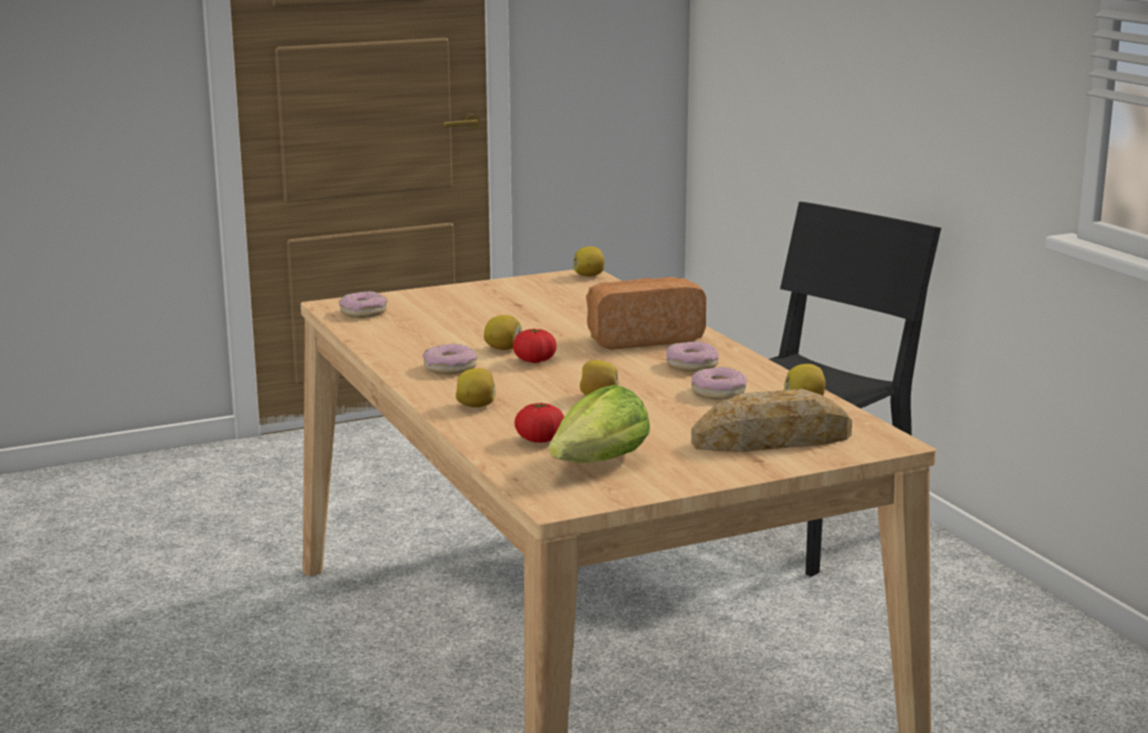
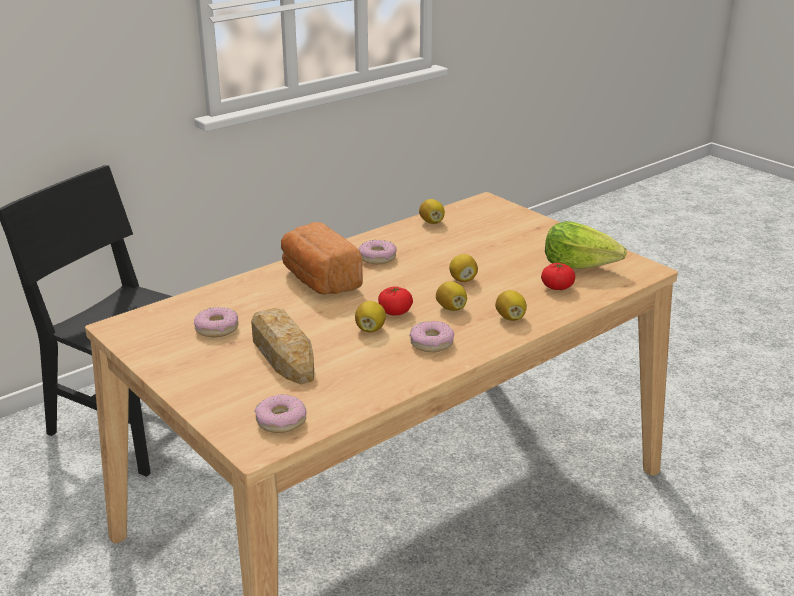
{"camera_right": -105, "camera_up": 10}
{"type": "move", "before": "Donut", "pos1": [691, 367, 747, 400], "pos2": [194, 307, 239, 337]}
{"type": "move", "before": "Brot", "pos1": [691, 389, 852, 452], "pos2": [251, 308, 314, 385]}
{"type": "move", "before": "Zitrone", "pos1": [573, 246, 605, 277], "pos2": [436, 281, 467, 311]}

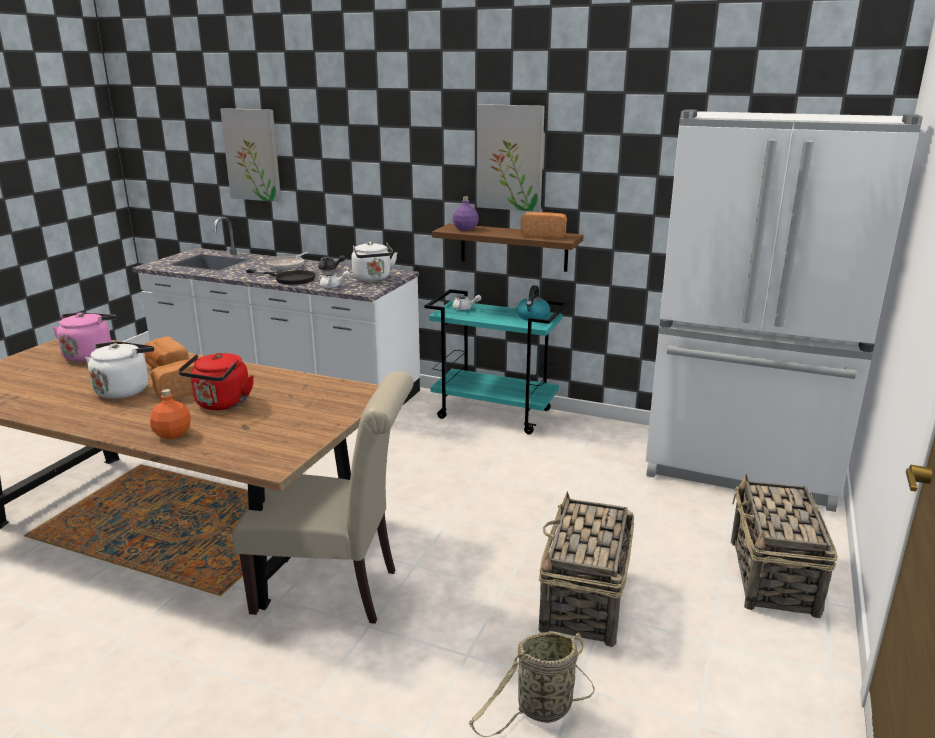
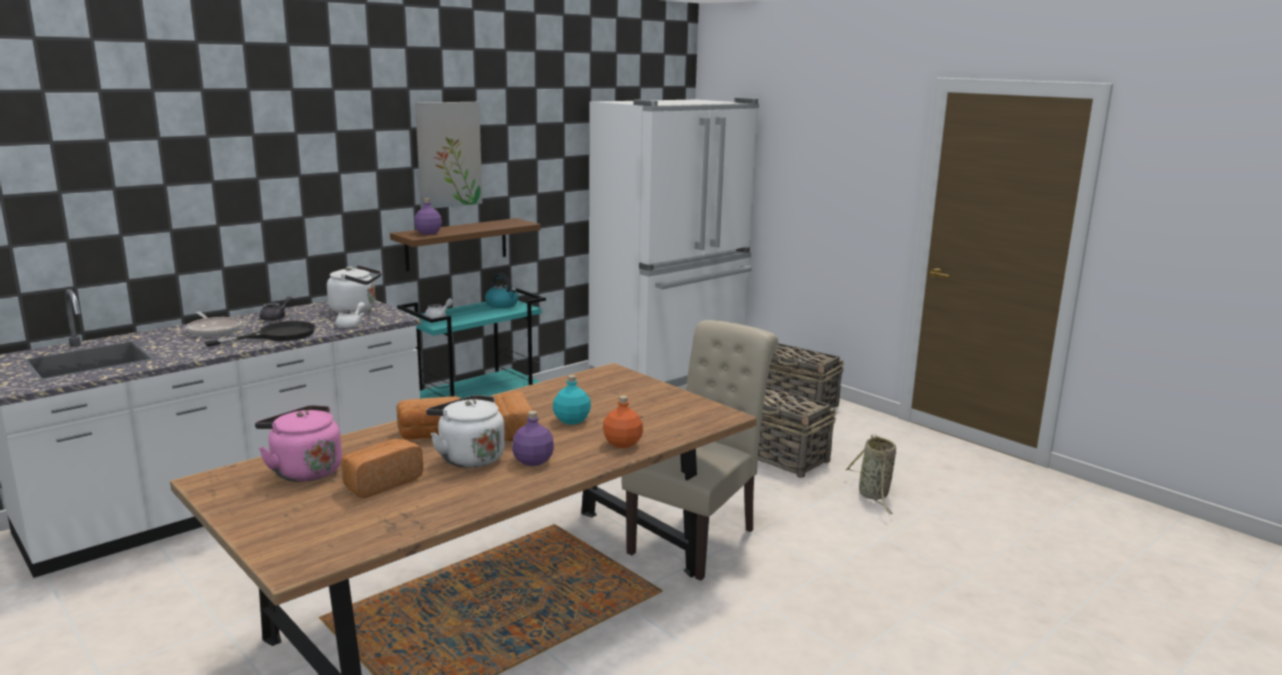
{"camera_right": -65, "camera_up": -5}
{"type": "move", "before": "Brot", "pos1": [520, 212, 567, 239], "pos2": [340, 439, 423, 498]}
{"type": "insert", "after": "Flasche (lila)", "pos2": [512, 411, 554, 466]}
{"type": "replace", "before": "Wasserkessel (rot)", "after": "Flasche (türkis)", "pos1": [178, 353, 254, 410], "pos2": [553, 375, 591, 425]}
{"type": "delete", "before": "Bild", "pos1": [220, 108, 281, 202]}

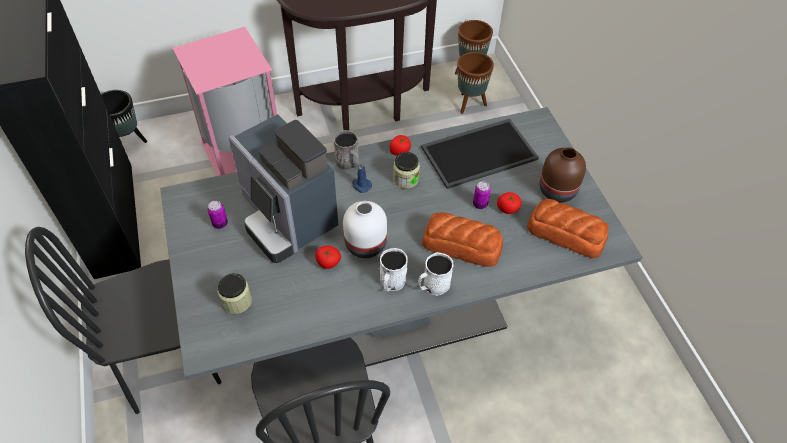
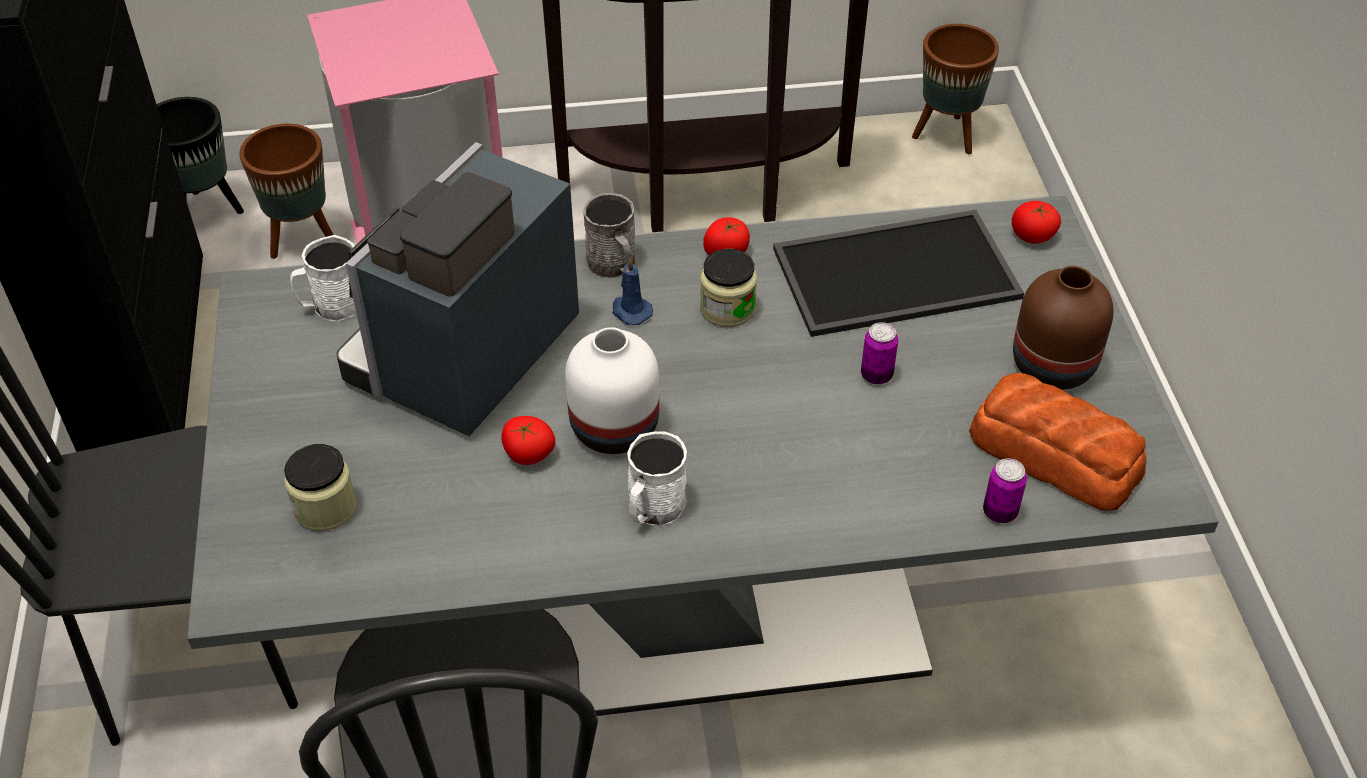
{"camera_right": 10, "camera_up": -5}
{"type": "move", "before": "Pflanzkübel (braun)", "pos1": [457, 52, 494, 114], "pos2": [239, 124, 334, 259]}
{"type": "move", "before": "Henkelbecher (weiß)", "pos1": [418, 252, 453, 296], "pos2": [290, 235, 357, 322]}
{"type": "rotate", "before": "Kaffeemaschine", "pos1": [229, 114, 338, 263], "pos2": [336, 142, 579, 436], "turn": 60}
{"type": "move", "before": "Dose", "pos1": [208, 201, 228, 229], "pos2": [983, 458, 1027, 523]}
{"type": "move", "before": "Tomate", "pos1": [497, 192, 522, 214], "pos2": [1012, 201, 1061, 244]}
{"type": "delete", "before": "Brot", "pos1": [422, 212, 503, 267]}

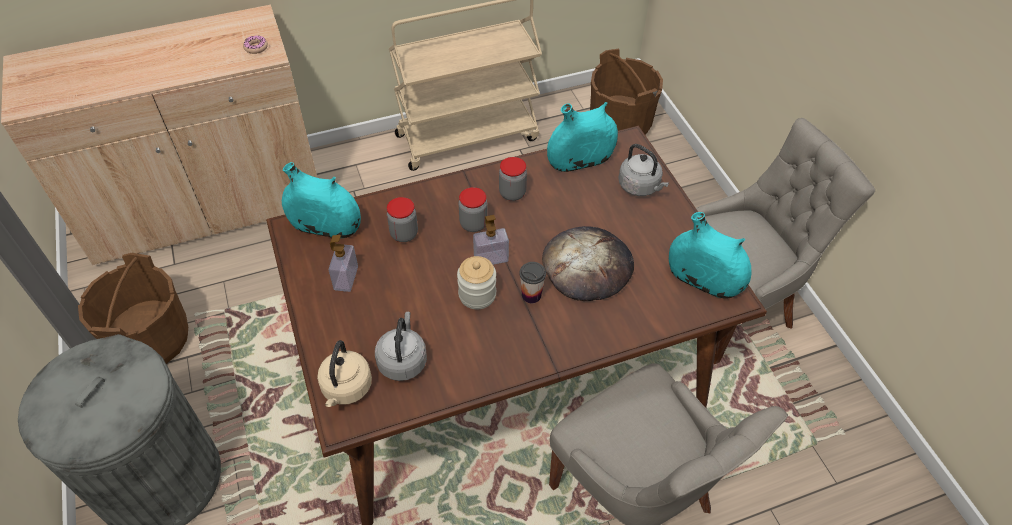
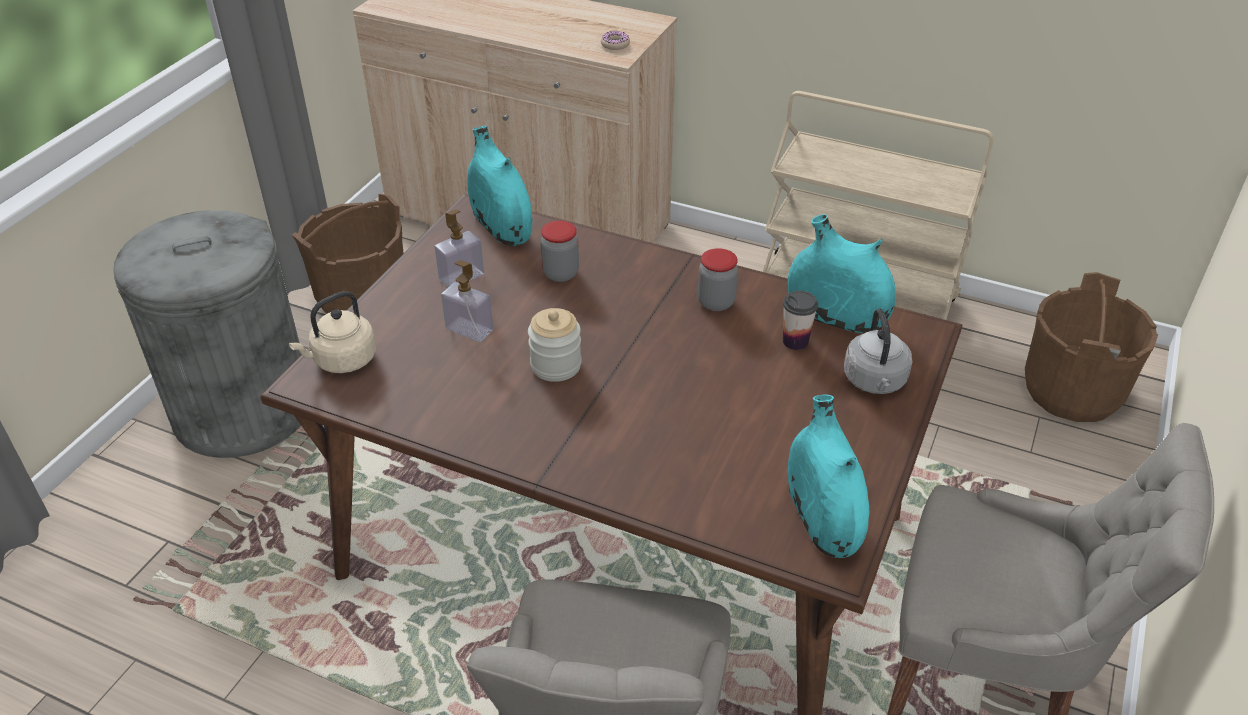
{"camera_right": 45, "camera_up": -10}
{"type": "move", "before": "Seifenspender", "pos1": [473, 215, 509, 265], "pos2": [441, 260, 493, 342]}
{"type": "move", "before": "Tasse", "pos1": [519, 262, 546, 303], "pos2": [783, 290, 818, 350]}
{"type": "delete", "before": "Wasserkessel (grau)", "pos1": [375, 312, 427, 381]}
{"type": "delete", "before": "Vorratsglas", "pos1": [459, 187, 488, 232]}
{"type": "delete", "before": "Brot", "pos1": [542, 226, 634, 301]}

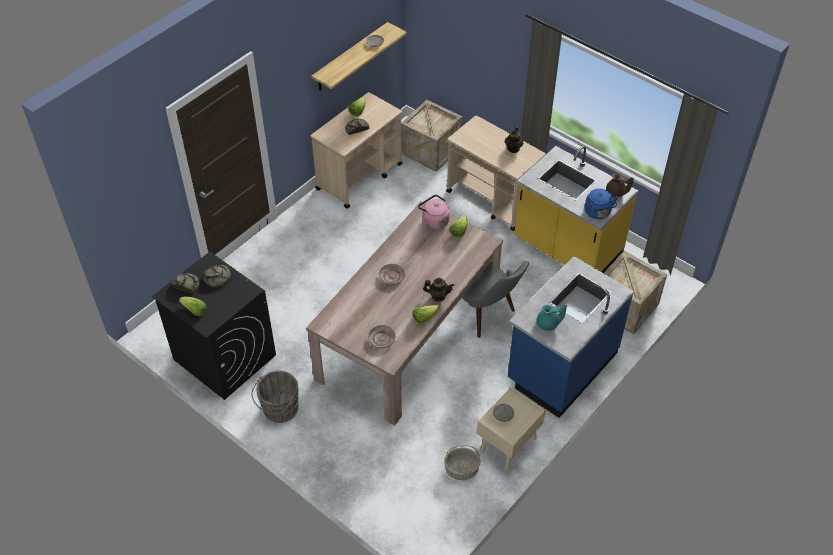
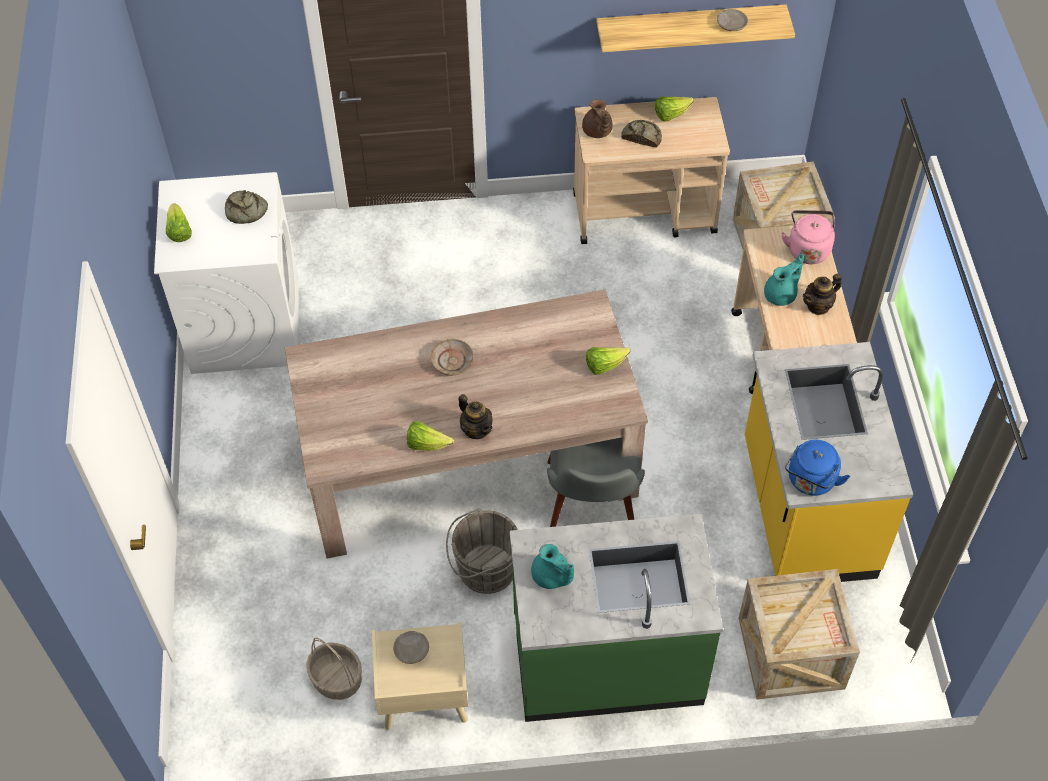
{"camera_right": 45, "camera_up": 5}
{"type": "recolor", "before": "Waschmaschine (schwarz)", "after": "Waschmaschine (weiß)", "pos1": [152, 252, 276, 400], "pos2": [154, 172, 299, 374]}
{"type": "move", "before": "Eimer (grau)", "pos1": [252, 371, 299, 423], "pos2": [446, 508, 518, 594]}
{"type": "recolor", "before": "Küchenzeile (blau)", "after": "Küchenzeile (grün)", "pos1": [508, 256, 634, 418], "pos2": [510, 514, 723, 722]}
{"type": "move", "before": "Teekanne (braun)", "pos1": [606, 173, 634, 197], "pos2": [582, 99, 613, 138]}
{"type": "insert", "after": "Teekanne (türkis)", "pos2": [764, 254, 804, 306]}
{"type": "move", "before": "Wasserkessel (rosa)", "pos1": [418, 195, 450, 230], "pos2": [781, 210, 835, 264]}
{"type": "delete", "before": "Brot", "pos1": [171, 273, 200, 293]}
{"type": "delete", "before": "Teller (beige)", "pos1": [368, 325, 396, 348]}

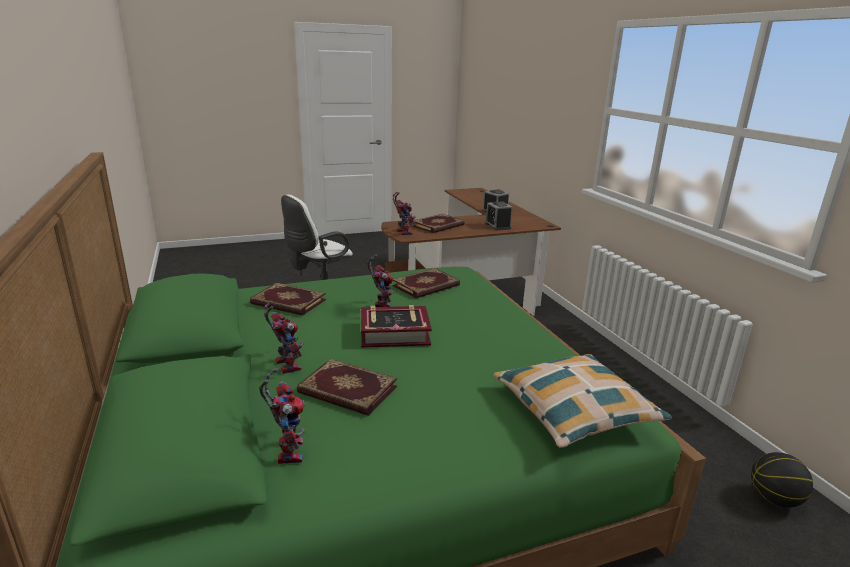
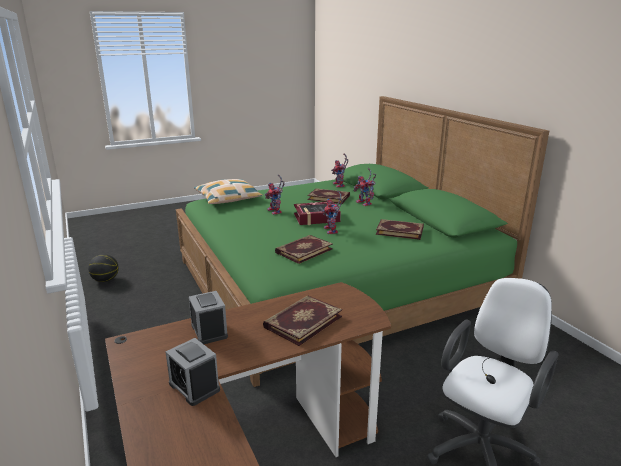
{"camera_right": 175, "camera_up": 0}
{"type": "move", "before": "Spielzeugroboter", "pos1": [393, 192, 416, 235], "pos2": [264, 175, 285, 215]}

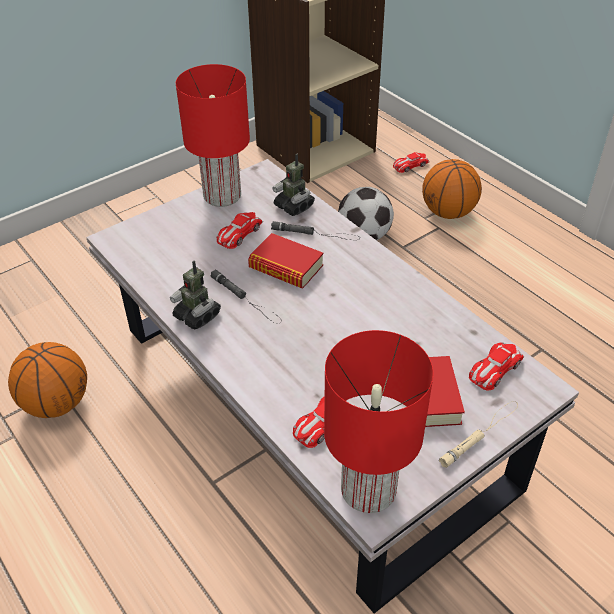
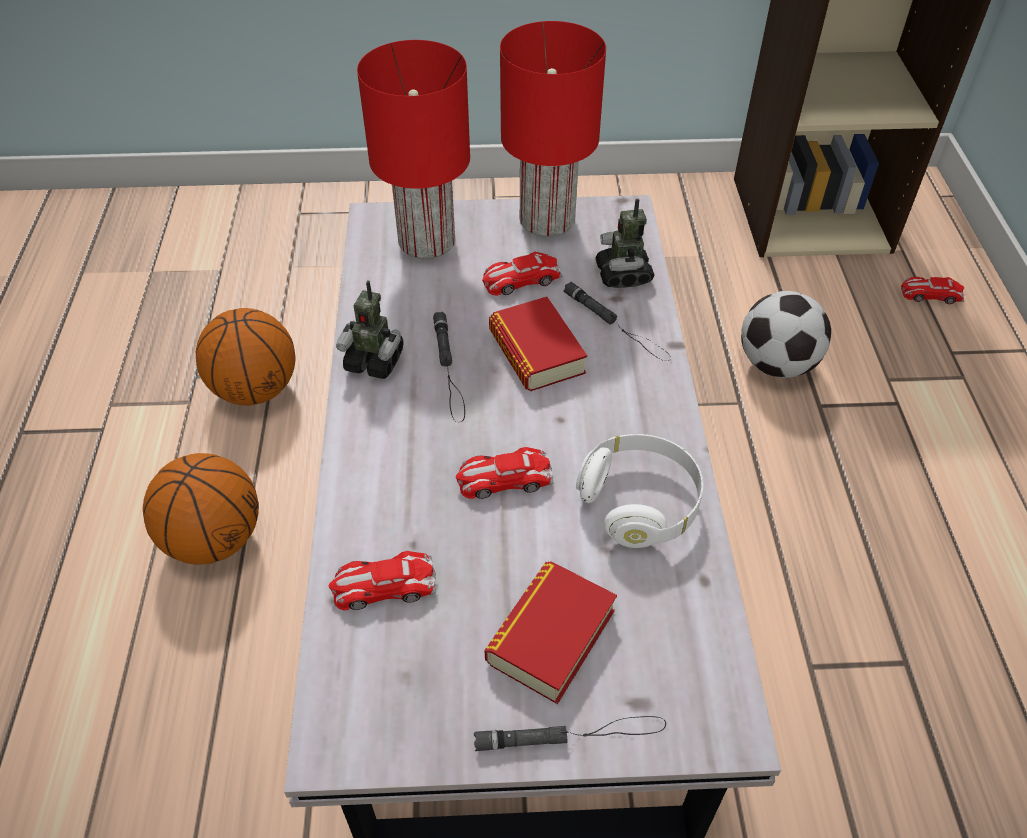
{"camera_right": 35, "camera_up": 5}
{"type": "move", "before": "Basketball", "pos1": [422, 159, 482, 219], "pos2": [143, 453, 259, 565]}
{"type": "rotate", "before": "Spielzeugroboter", "pos1": [170, 261, 221, 329], "pos2": [336, 280, 404, 379], "turn": -60}
{"type": "move", "before": "Tischlampe (rot)", "pos1": [324, 330, 433, 513], "pos2": [357, 40, 470, 259]}
{"type": "move", "before": "Spielzeugauto", "pos1": [469, 342, 524, 391], "pos2": [456, 447, 554, 499]}
{"type": "recolor", "before": "Taschenlampe (beige)", "after": "Taschenlampe (schwarz)", "pos1": [439, 401, 518, 468], "pos2": [474, 716, 666, 751]}
{"type": "insert", "after": "Kopfhörer (weiß)", "pos2": [576, 434, 703, 548]}

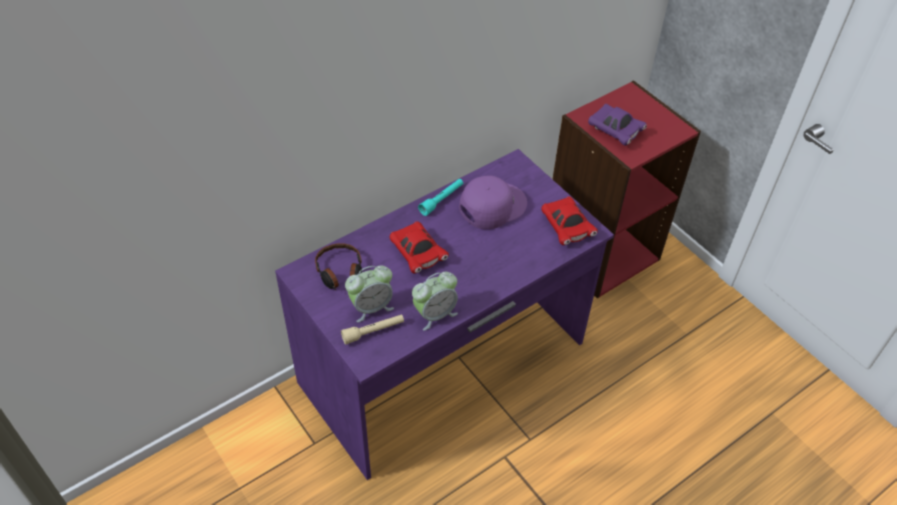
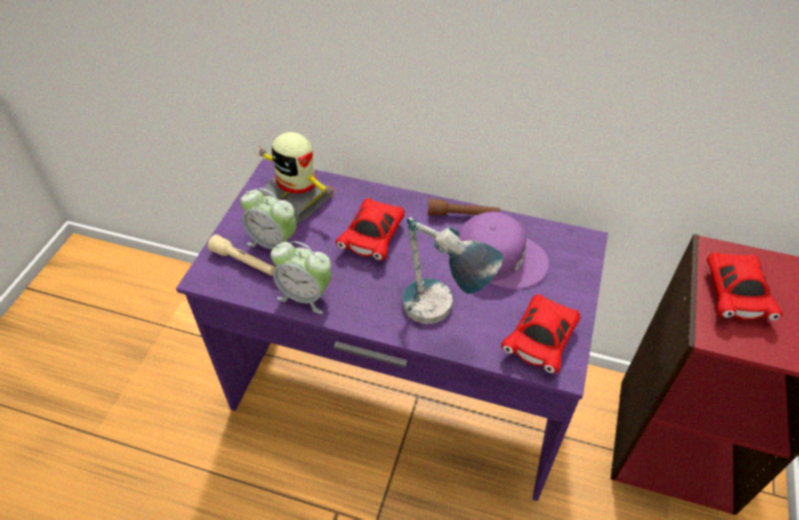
{"camera_right": 55, "camera_up": 0}
{"type": "replace", "before": "Kopfhörer", "after": "Spielzeugroboter", "pos1": [315, 243, 362, 290], "pos2": [256, 132, 337, 224]}
{"type": "insert", "after": "Tischlampe", "pos2": [403, 217, 503, 324]}
{"type": "recolor", "before": "Taschenlampe (türkis)", "after": "Taschenlampe (braun)", "pos1": [418, 179, 463, 216], "pos2": [428, 198, 500, 215]}
{"type": "recolor", "before": "Spielzeugauto (lila)", "after": "Spielzeugauto (rot)", "pos1": [588, 104, 647, 146], "pos2": [707, 252, 783, 321]}

